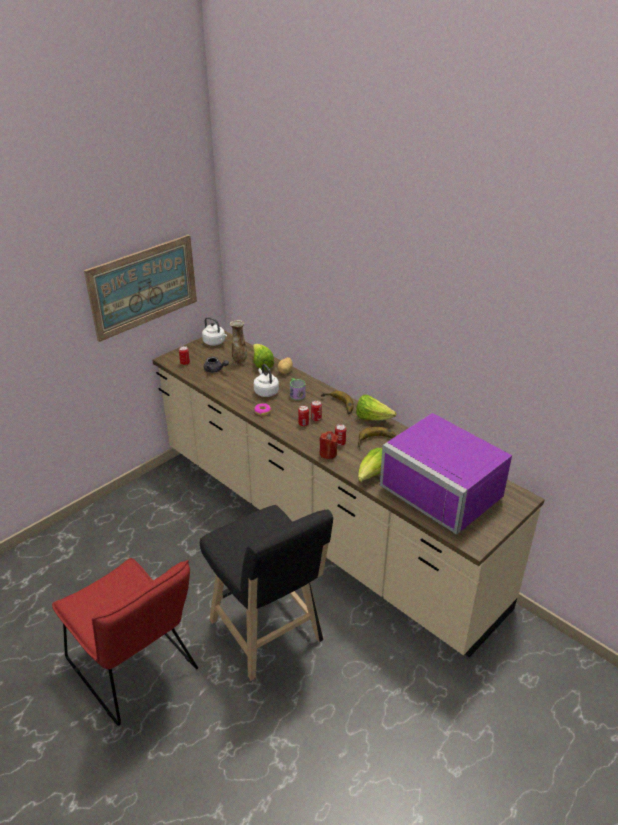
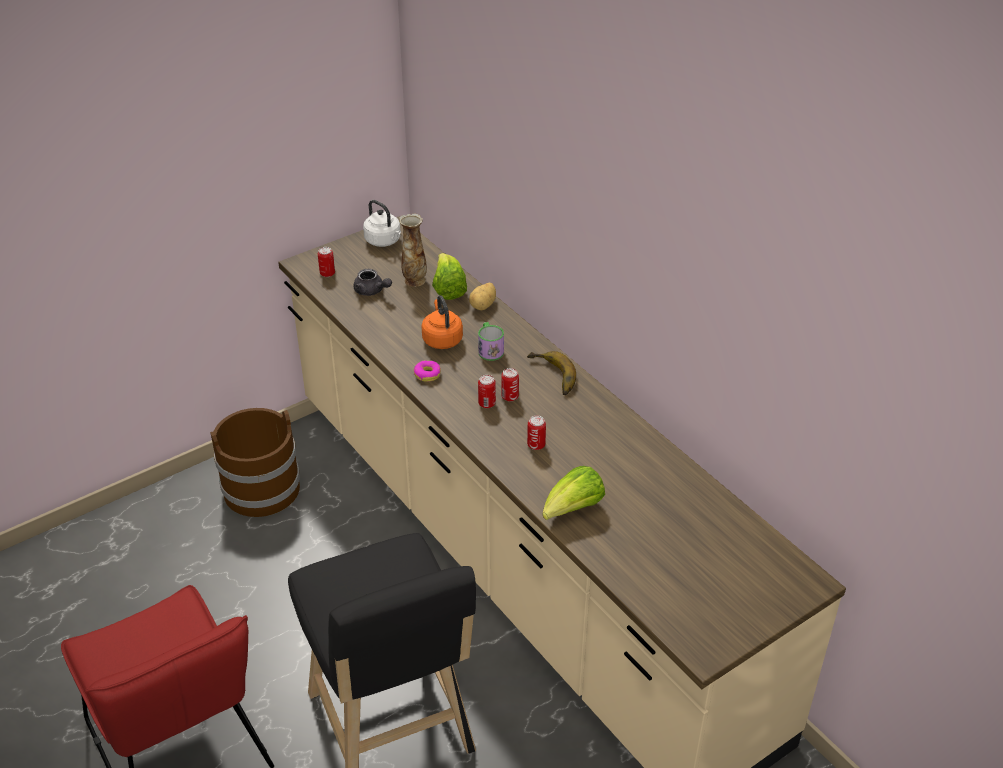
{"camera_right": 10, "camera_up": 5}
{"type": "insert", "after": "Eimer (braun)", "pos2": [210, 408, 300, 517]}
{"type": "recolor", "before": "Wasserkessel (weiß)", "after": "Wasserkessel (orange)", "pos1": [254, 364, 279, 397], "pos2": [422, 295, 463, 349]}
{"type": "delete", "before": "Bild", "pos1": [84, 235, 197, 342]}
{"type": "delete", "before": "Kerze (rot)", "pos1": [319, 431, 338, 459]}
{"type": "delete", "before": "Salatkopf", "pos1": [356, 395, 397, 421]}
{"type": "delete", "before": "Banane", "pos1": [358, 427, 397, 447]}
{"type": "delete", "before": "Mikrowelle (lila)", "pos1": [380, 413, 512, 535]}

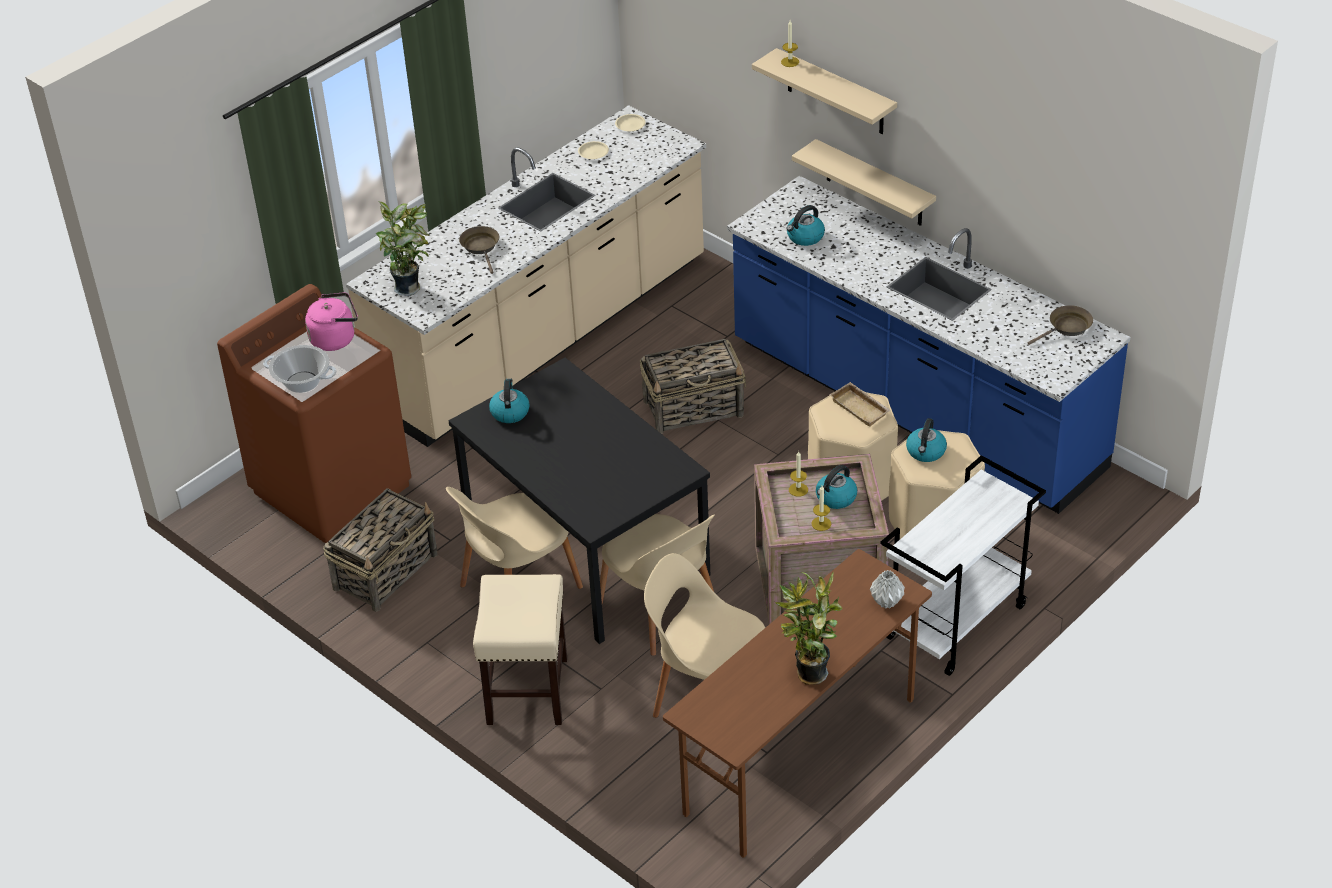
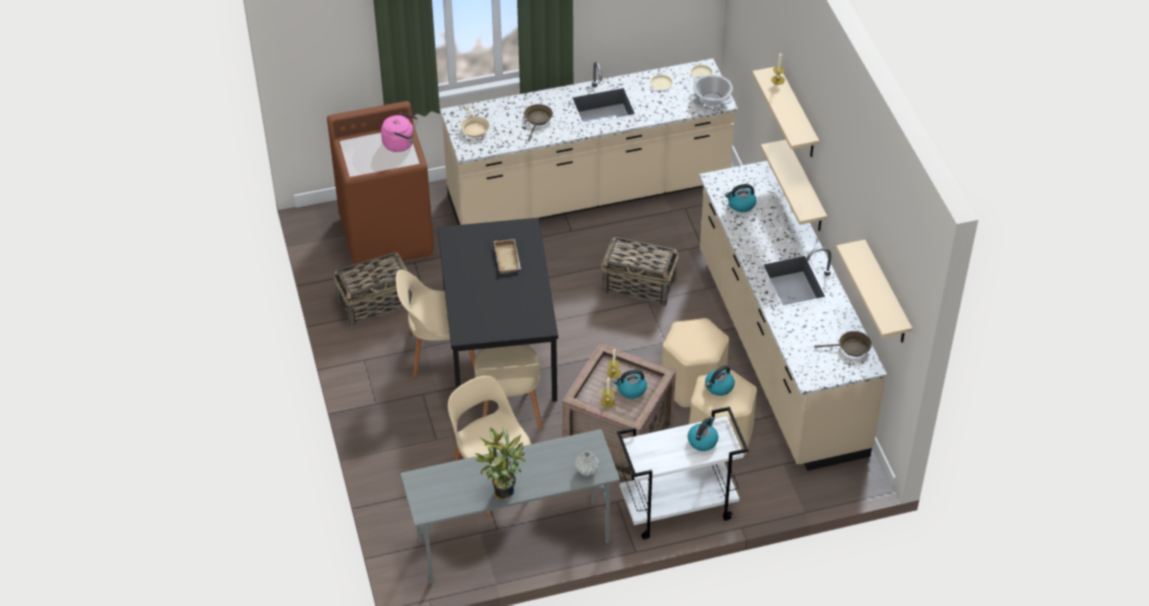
{"camera_right": 30, "camera_up": 5}
{"type": "recolor", "before": "Schreibtisch (braun)", "after": "Schreibtisch (grau)", "pos1": [663, 549, 932, 858], "pos2": [401, 429, 620, 584]}
{"type": "replace", "before": "Topfpflanze", "after": "Pfanne (beige)", "pos1": [375, 201, 429, 296], "pos2": [461, 105, 490, 138]}
{"type": "move", "before": "Tablett (beige)", "pos1": [830, 382, 891, 427], "pos2": [494, 239, 521, 274]}
{"type": "move", "before": "Wasserkessel", "pos1": [489, 378, 530, 423], "pos2": [688, 417, 718, 451]}
{"type": "move", "before": "Kochtopf", "pos1": [263, 345, 336, 393], "pos2": [693, 75, 733, 106]}
{"type": "recolor", "before": "Küchenzeile (blau)", "after": "Küchenzeile (beige)", "pos1": [727, 176, 1130, 514], "pos2": [699, 161, 887, 471]}
{"type": "insert", "after": "Wandregal (beige)", "pos2": [836, 240, 912, 343]}
{"type": "delete", "before": "Hocker (beige)", "pos1": [473, 574, 567, 725]}

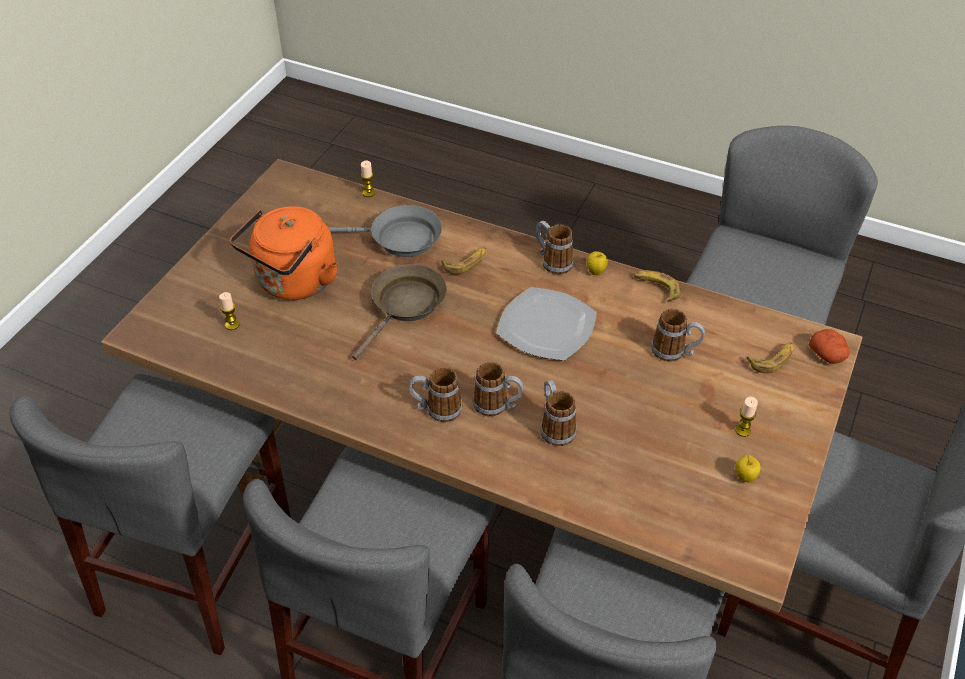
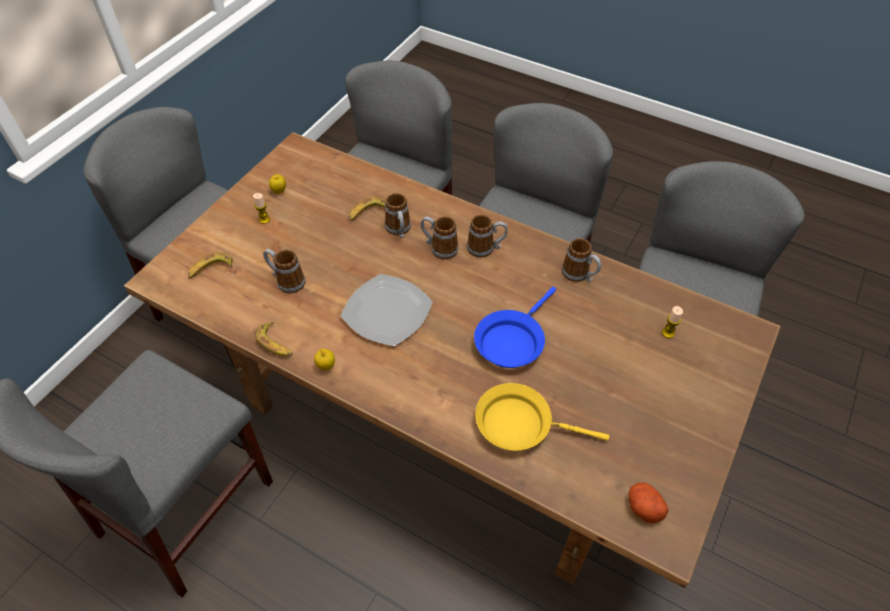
{"camera_right": -175, "camera_up": 5}
{"type": "move", "before": "Banane", "pos1": [441, 247, 486, 274], "pos2": [349, 197, 386, 221]}
{"type": "recolor", "before": "Pfanne (braun)", "after": "Pfanne (blau)", "pos1": [352, 264, 447, 360], "pos2": [474, 287, 556, 368]}
{"type": "recolor", "before": "Pfanne (grau)", "after": "Pfanne (gelb)", "pos1": [328, 205, 442, 257], "pos2": [475, 383, 609, 451]}
{"type": "move", "before": "Henkelbecher", "pos1": [535, 221, 574, 274], "pos2": [562, 238, 601, 282]}
{"type": "move", "before": "Kartoffel", "pos1": [809, 329, 850, 364], "pos2": [628, 483, 668, 523]}
{"type": "delete", "before": "Wasserkessel (orange)", "pos1": [230, 206, 338, 300]}
{"type": "delete", "before": "Kerze", "pos1": [361, 161, 375, 197]}

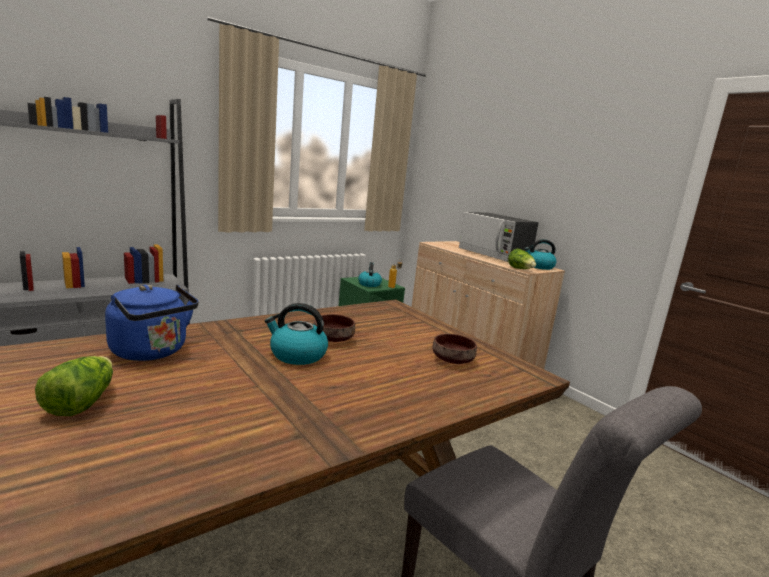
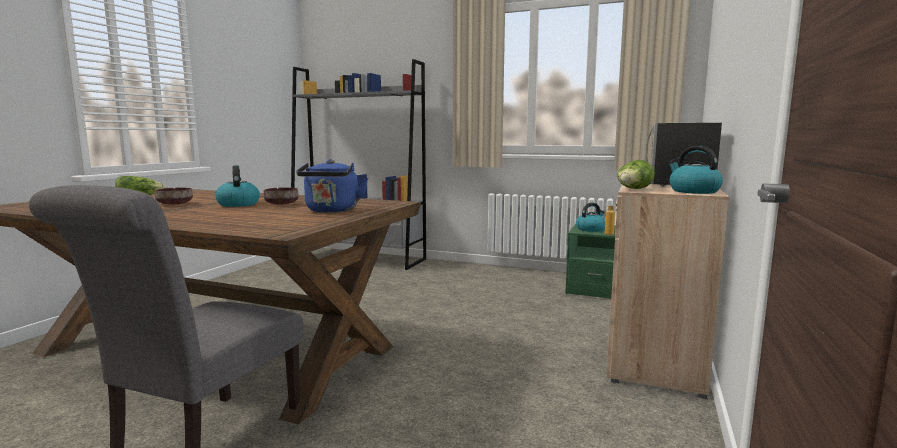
{"camera_right": 60, "camera_up": -5}
{"type": "move", "before": "Schüssel (braun)", "pos1": [432, 334, 477, 364], "pos2": [155, 187, 193, 205]}
{"type": "move", "before": "Wasserkessel (blau)", "pos1": [105, 285, 199, 361], "pos2": [296, 159, 368, 213]}

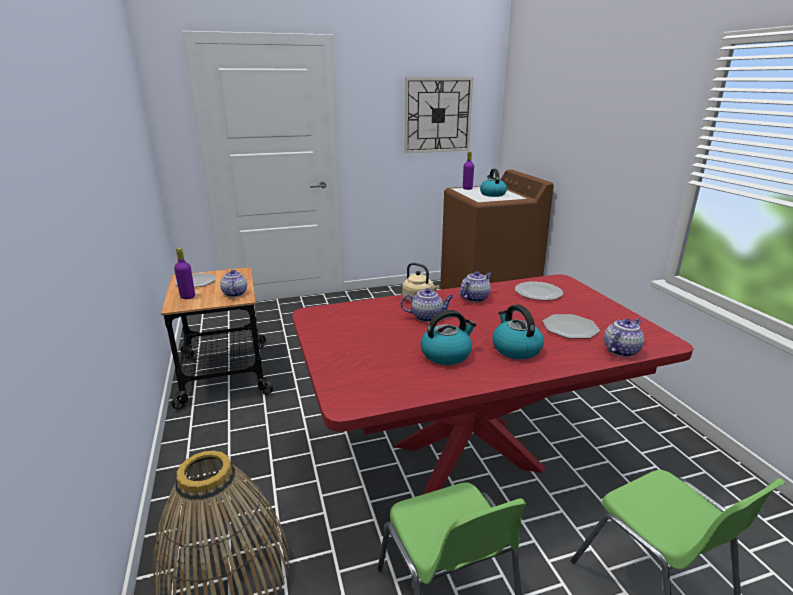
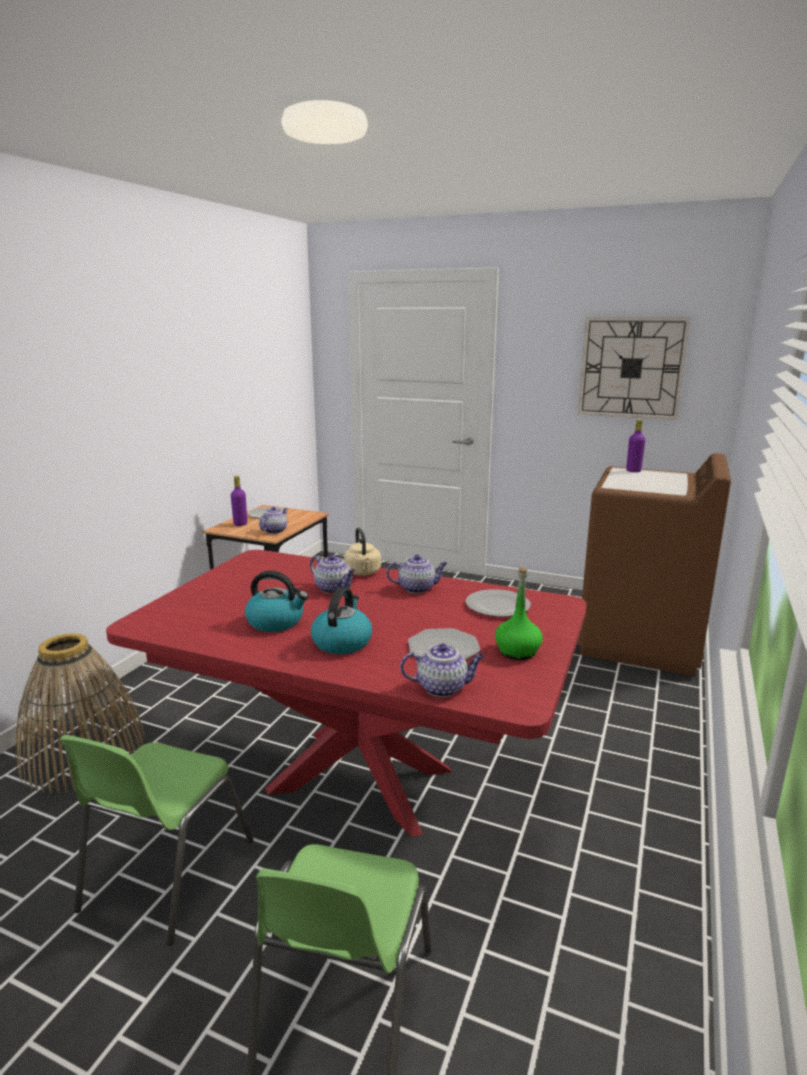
{"camera_right": 40, "camera_up": -5}
{"type": "insert", "after": "Flasche (grün)", "pos2": [495, 567, 542, 660]}
{"type": "delete", "before": "Wasserkessel", "pos1": [480, 169, 507, 197]}

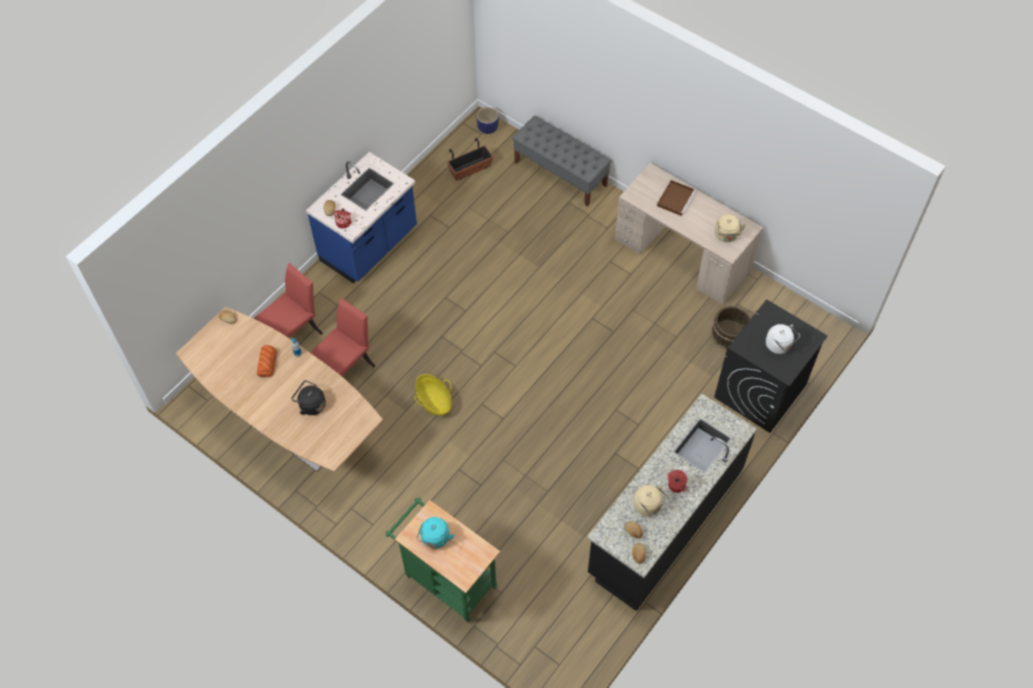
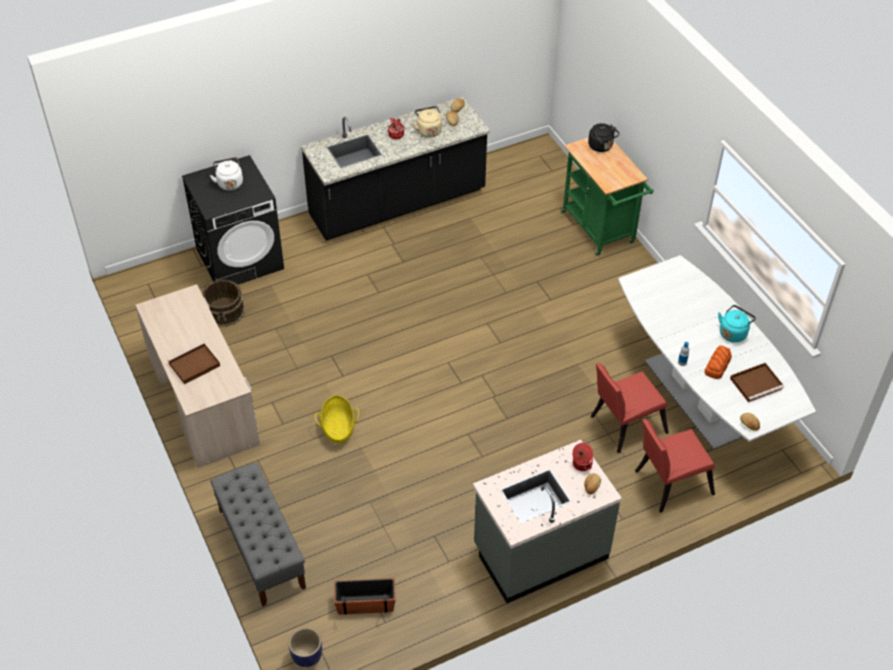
{"camera_right": -155, "camera_up": -10}
{"type": "move", "before": "Korb", "pos1": [414, 374, 452, 416], "pos2": [315, 395, 359, 444]}
{"type": "recolor", "before": "Küchenzeile (blau)", "after": "Küchenzeile (grau)", "pos1": [306, 152, 417, 283], "pos2": [473, 440, 622, 603]}
{"type": "move", "before": "Wasserkessel (schwarz)", "pos1": [291, 380, 326, 415], "pos2": [588, 123, 620, 152]}
{"type": "recolor", "before": "Esstisch (braun)", "after": "Esstisch (weiß)", "pos1": [176, 307, 383, 472], "pos2": [618, 255, 816, 450]}
{"type": "move", "before": "Wasserkessel (türkis)", "pos1": [417, 517, 454, 549], "pos2": [718, 305, 756, 343]}
{"type": "insert", "after": "Tablett (braun)", "pos2": [730, 363, 784, 402]}
{"type": "delete", "before": "Wasserkessel (beige)", "pos1": [715, 214, 746, 242]}

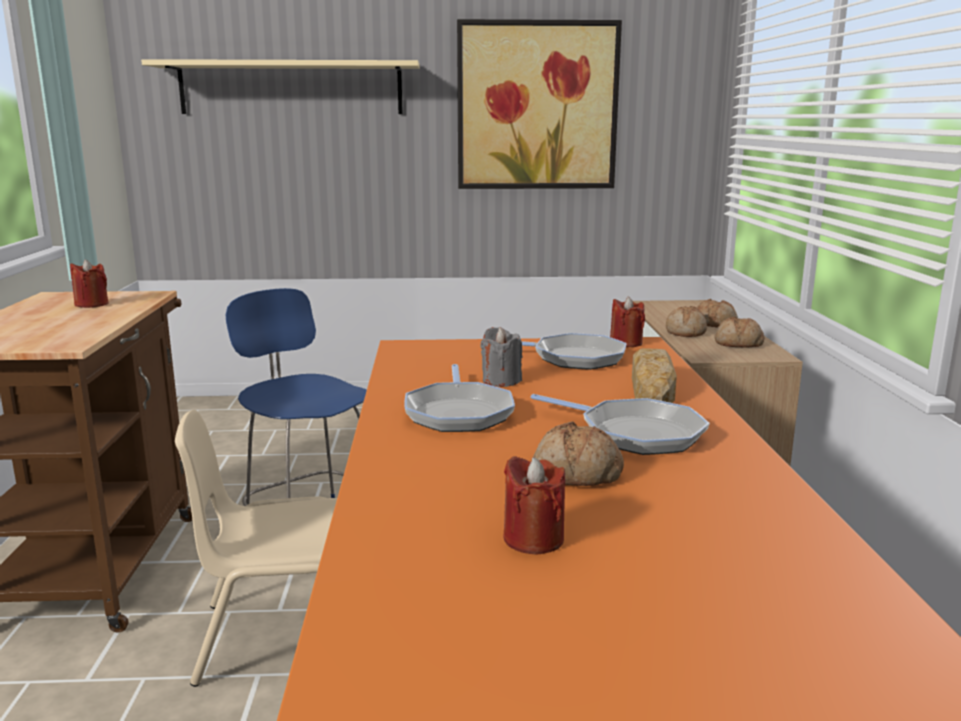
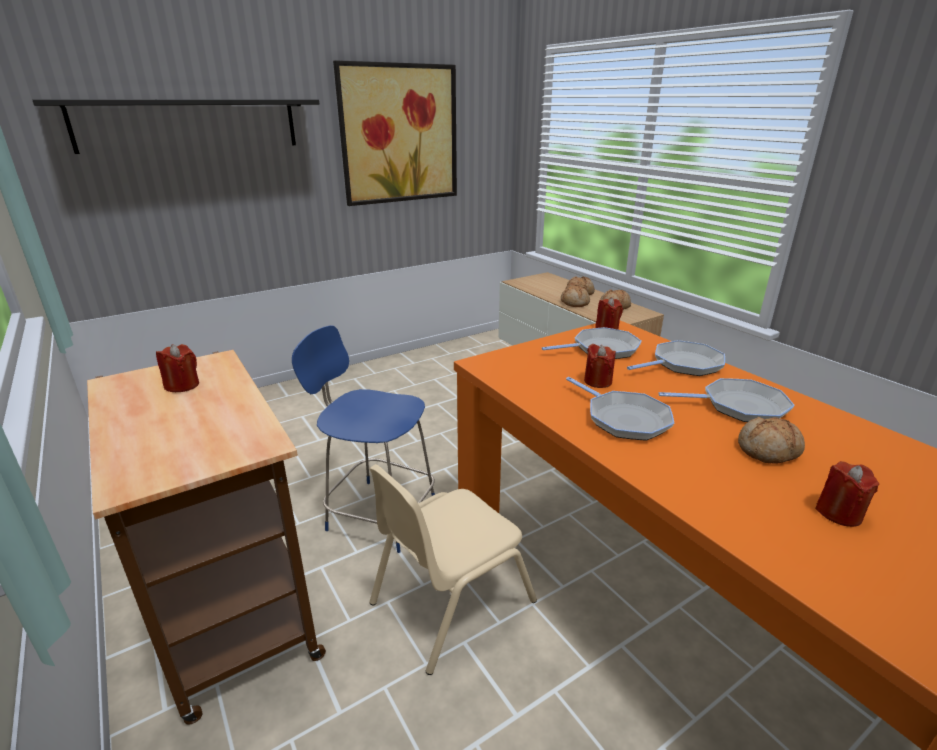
{"camera_right": -30, "camera_up": 10}
{"type": "recolor", "before": "Wandregal (beige)", "after": "Wandregal (schwarz)", "pos1": [141, 59, 420, 114], "pos2": [32, 99, 319, 154]}
{"type": "recolor", "before": "Kerze (grau)", "after": "Kerze (rot)", "pos1": [480, 327, 522, 387], "pos2": [584, 344, 616, 388]}
{"type": "replace", "before": "Brot", "after": "Pfanne", "pos1": [632, 348, 677, 403], "pos2": [627, 340, 725, 376]}

